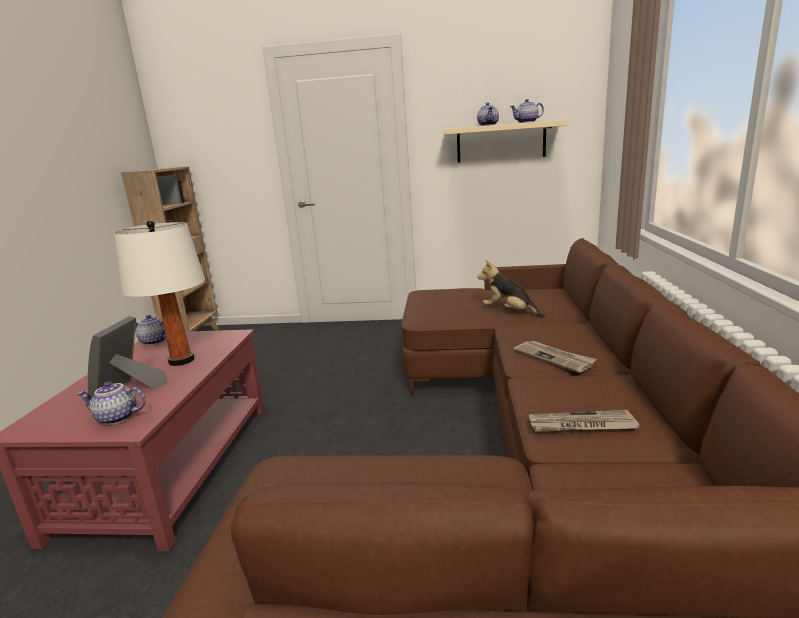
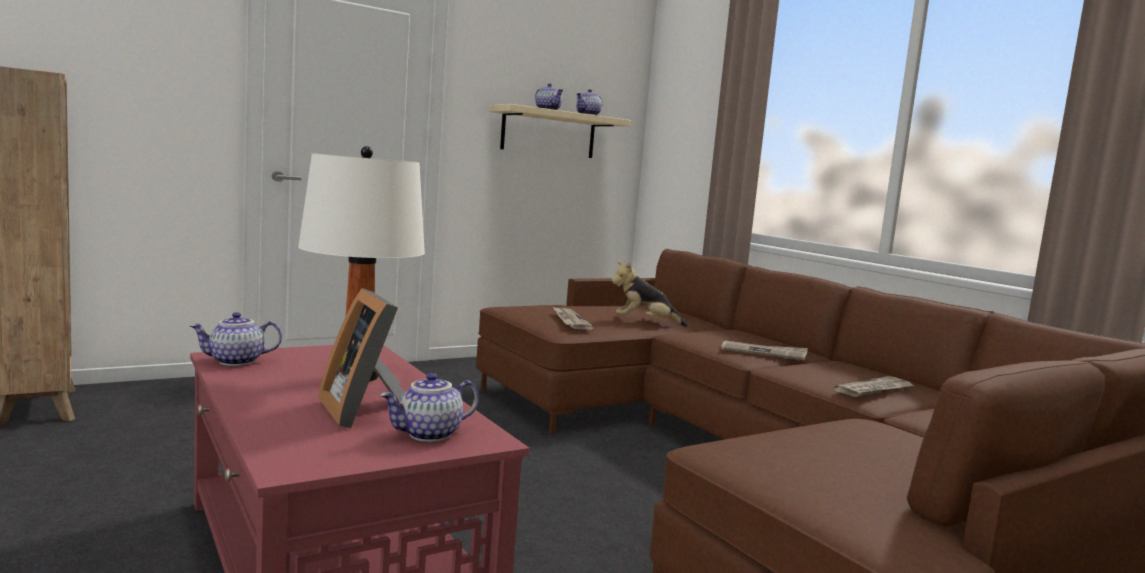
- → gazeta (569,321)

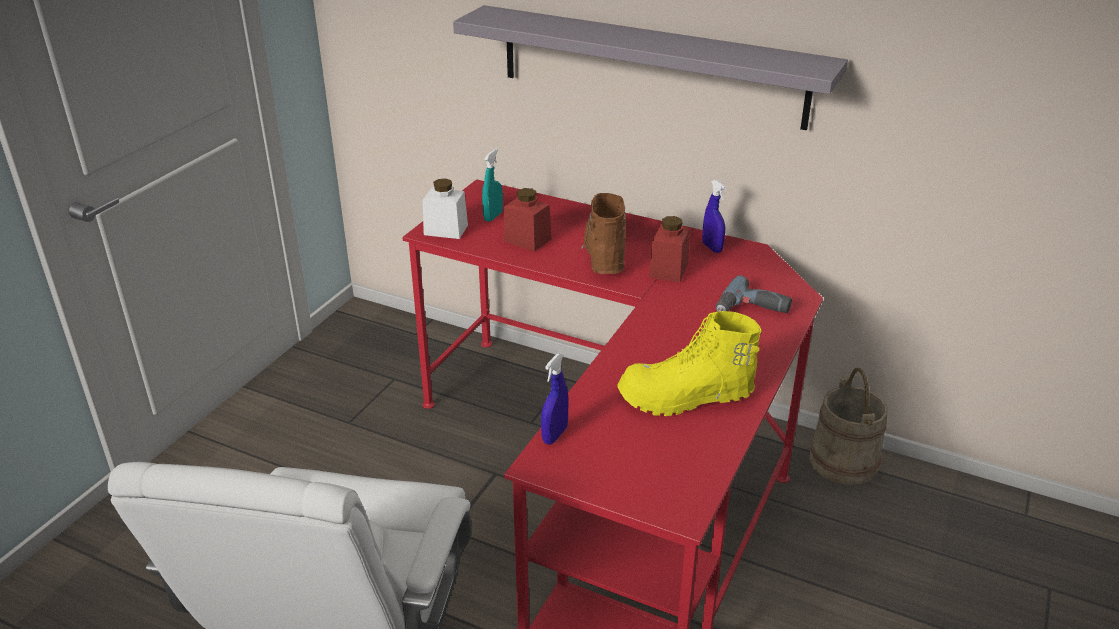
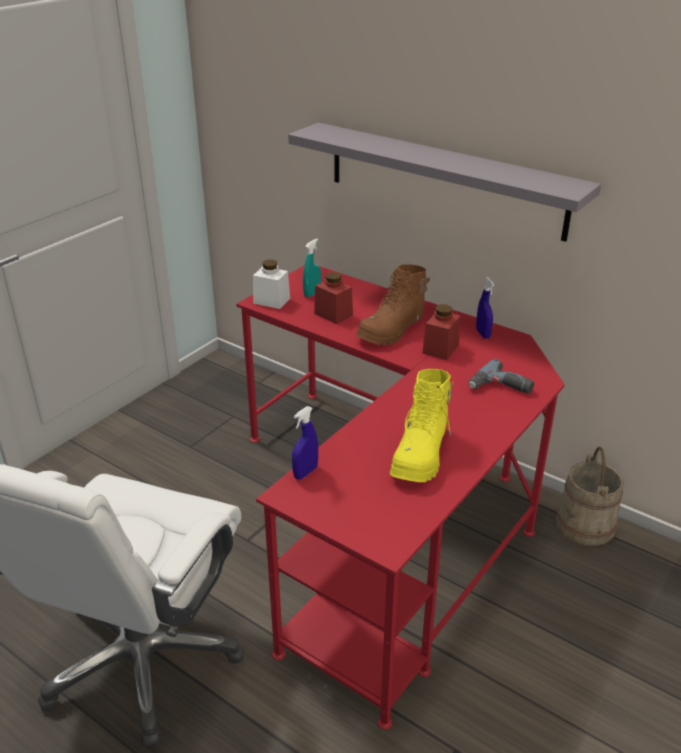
but z cholewką [brązowy] (604,253) → but z cholewką [brązowy] (392,330), 150 degrees counterclockwise
but z cholewką [żółty] (686,398) → but z cholewką [żółty] (421,454), 75 degrees counterclockwise

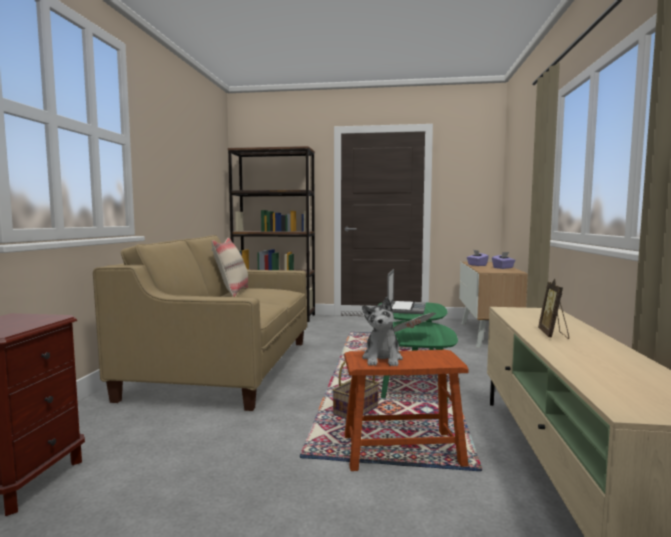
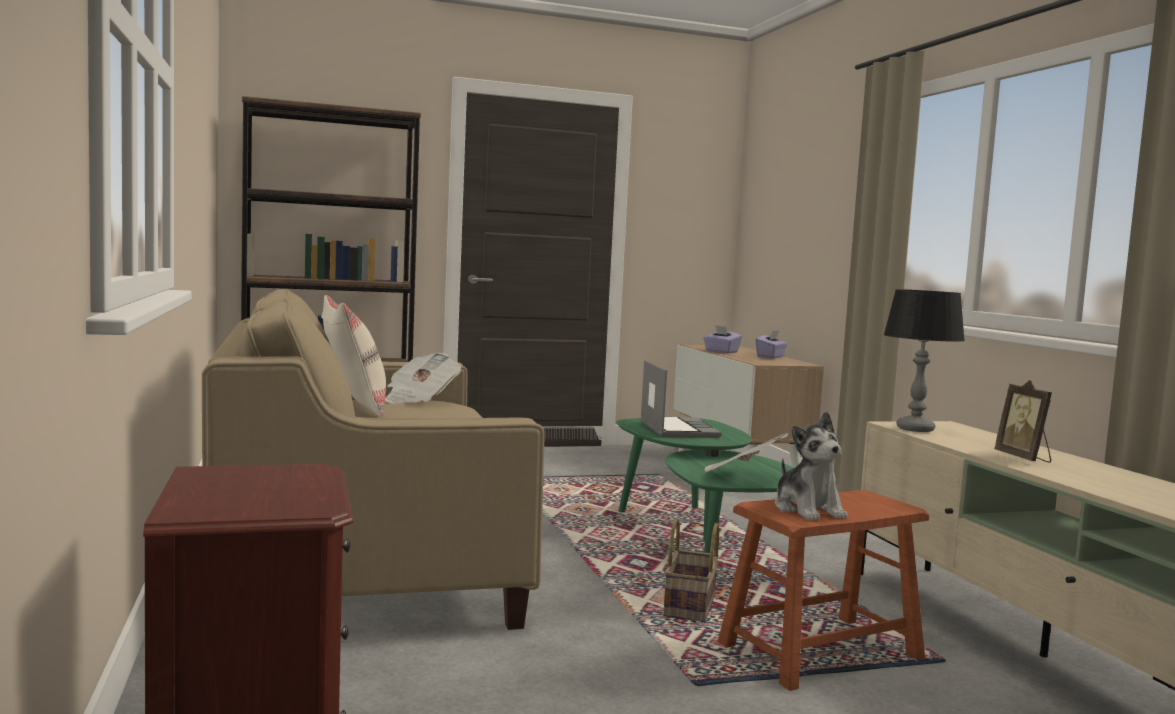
- → gazeta (419,399)
- → lampa stołowa (915,429)

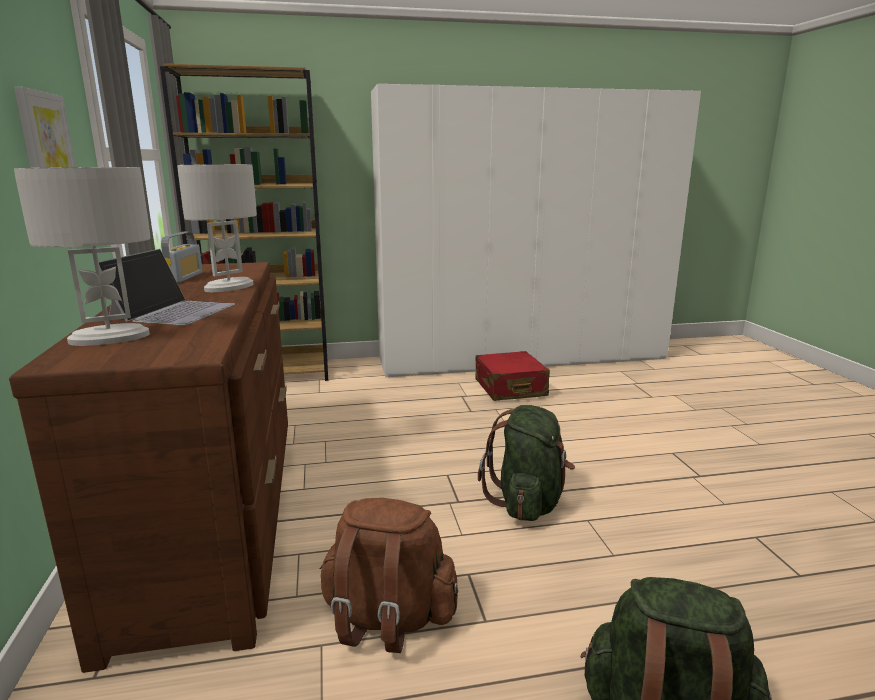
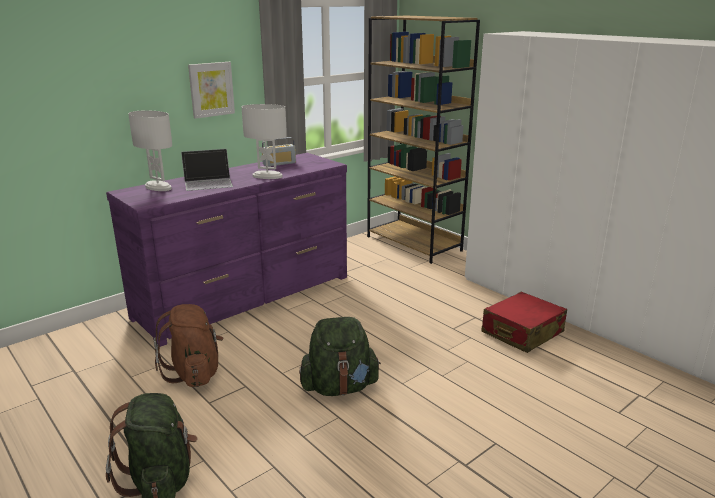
komoda [brązowy] (216,511) → komoda [fioletowy] (246,297)

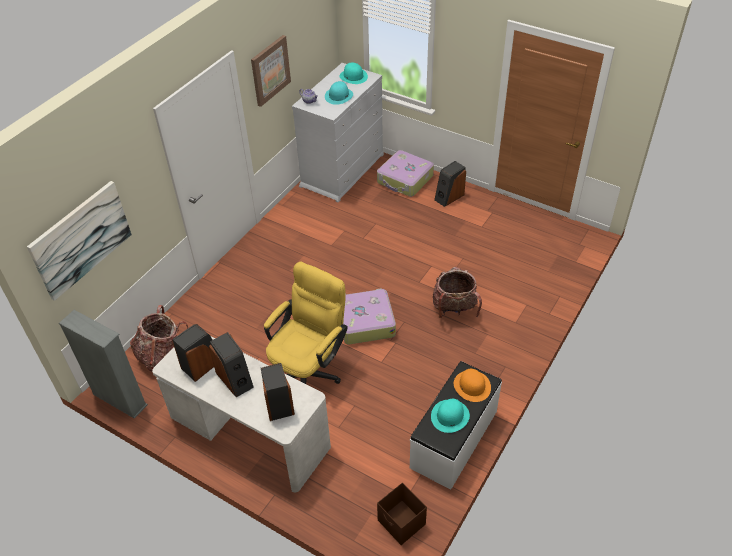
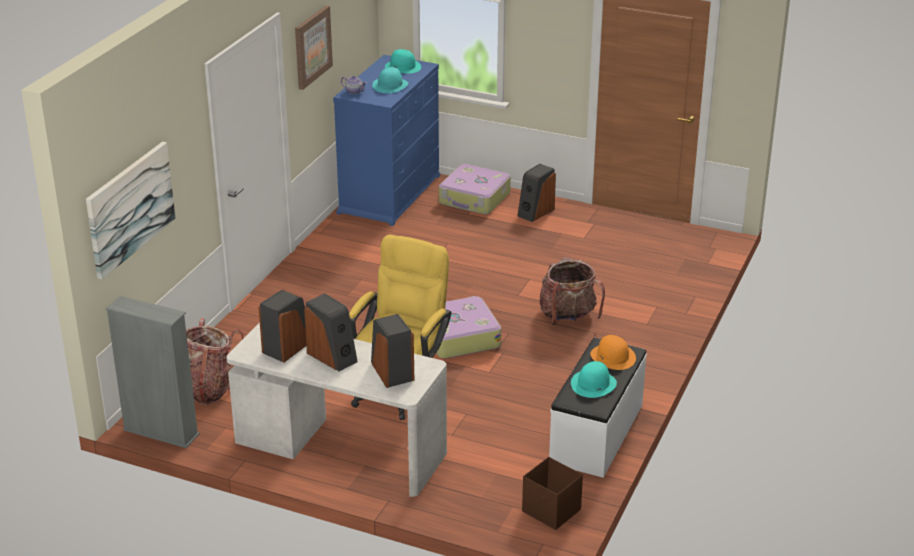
komoda [biały] (342,170) → komoda [niebieski] (389,194)

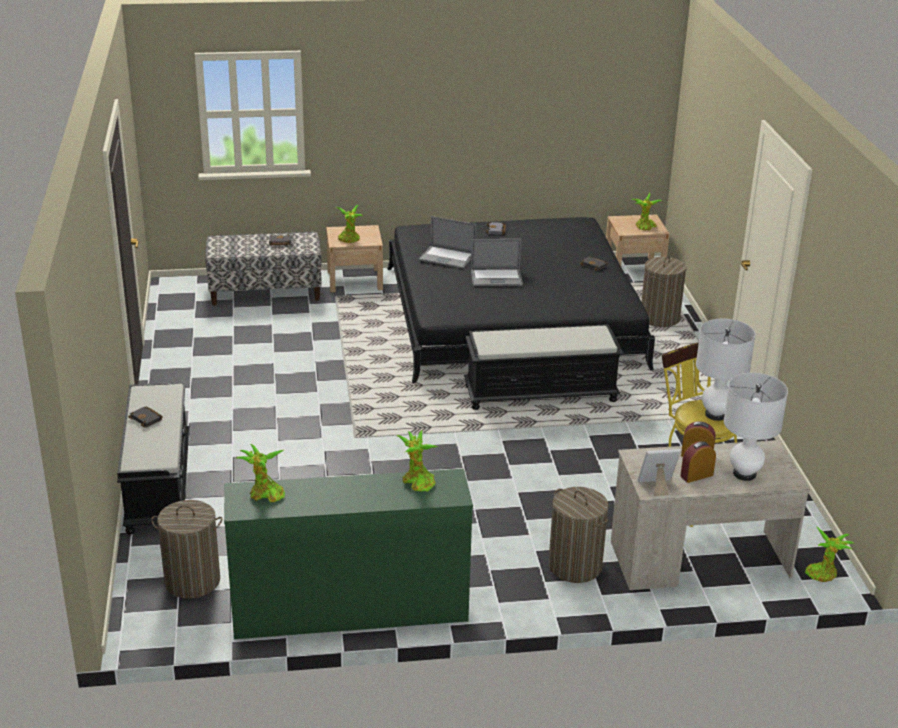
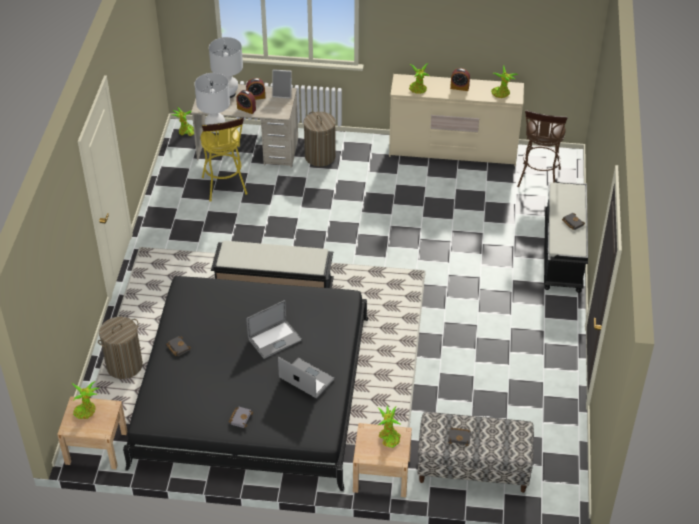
kosz na pranie (192,581) → stołek [brązowy] (538,180)
komoda [zielony] (349,610) → komoda [beżowy] (453,151)
laptop (496,278) → laptop (274,339), 135 degrees clockwise
- → budzik (459,87)

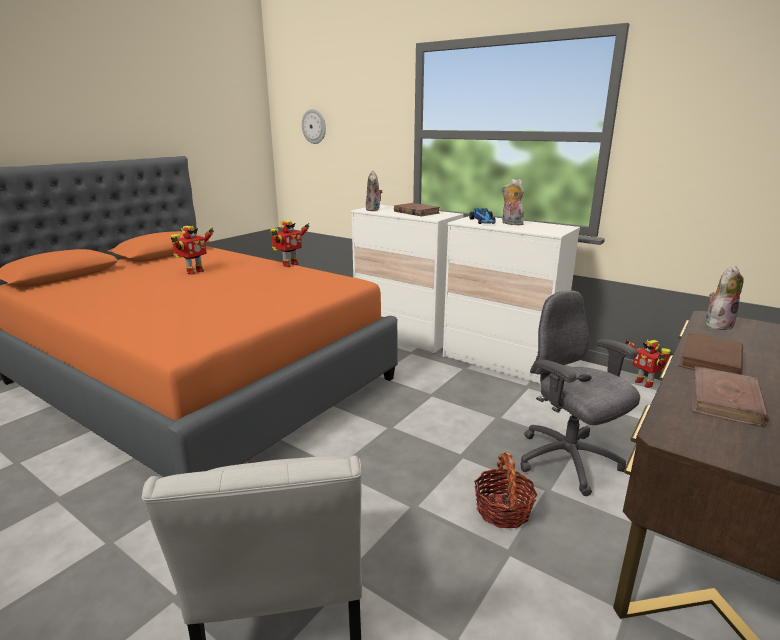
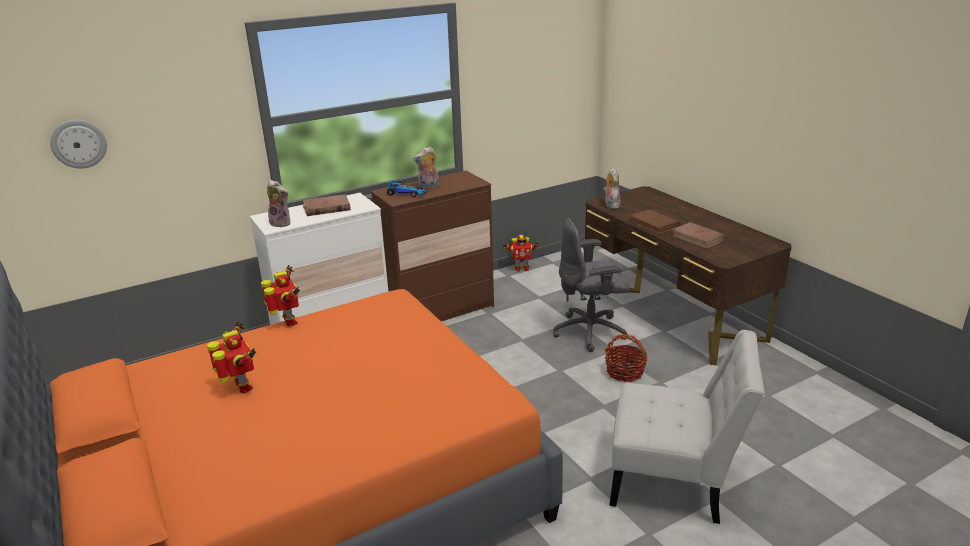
komoda [biały] (500,361) → komoda [brązowy] (439,310)

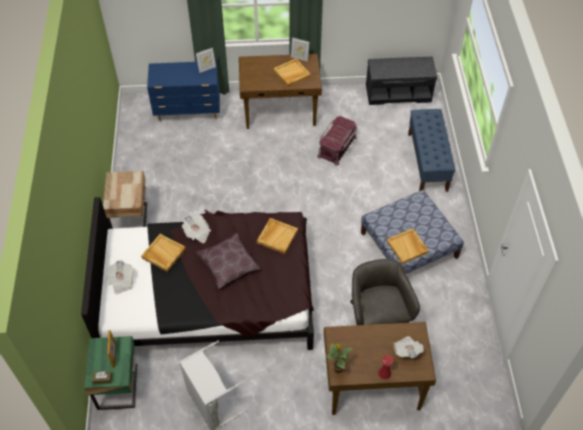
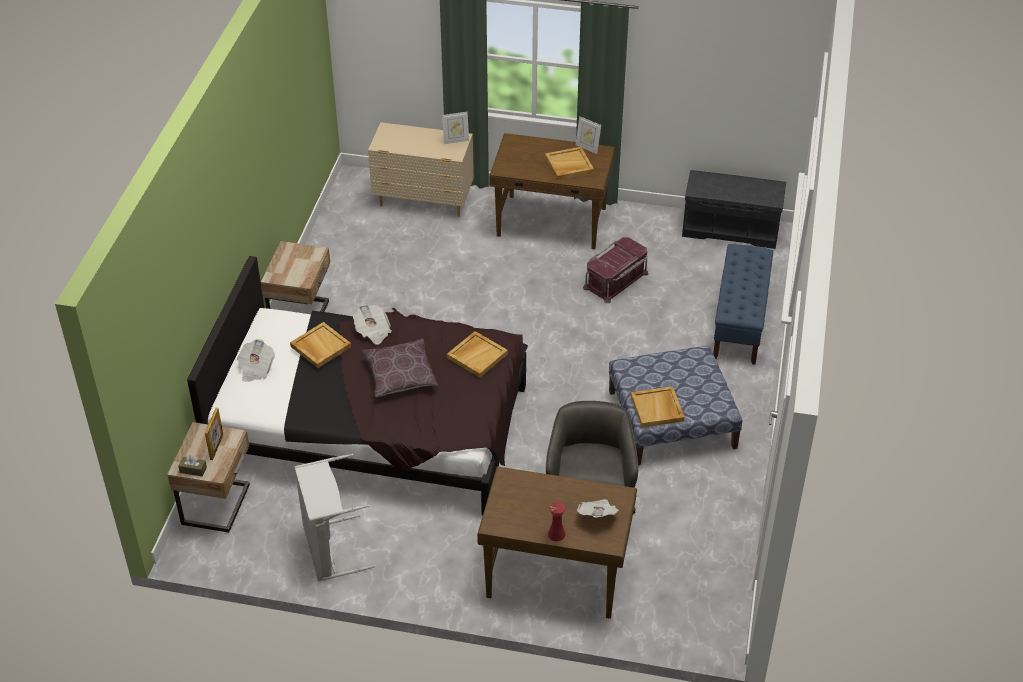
szafka nocna [zielony] (119,386) → szafka nocna [beżowy] (218,505)
komoda [niebieski] (188,112) → komoda [beżowy] (424,202)
roślina doniczkowa (337,369) → -

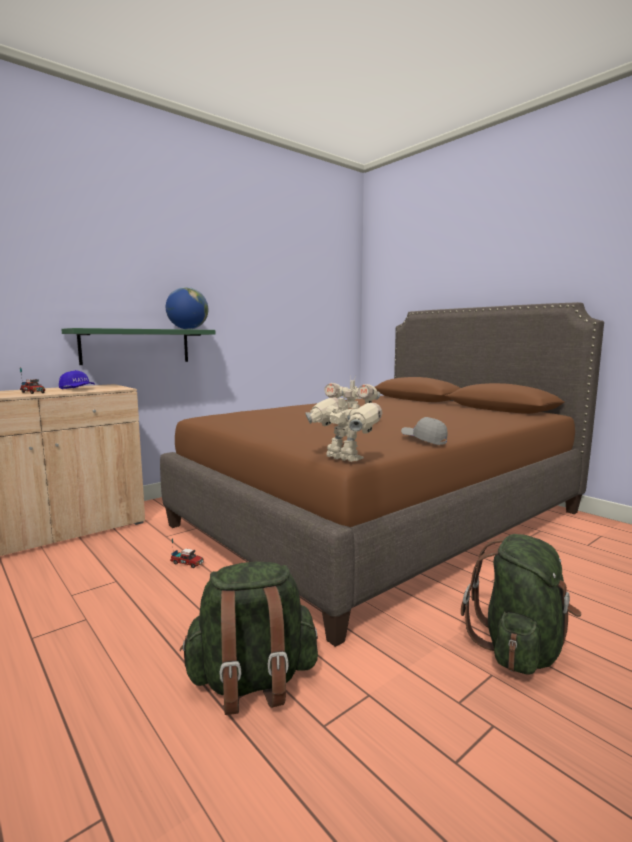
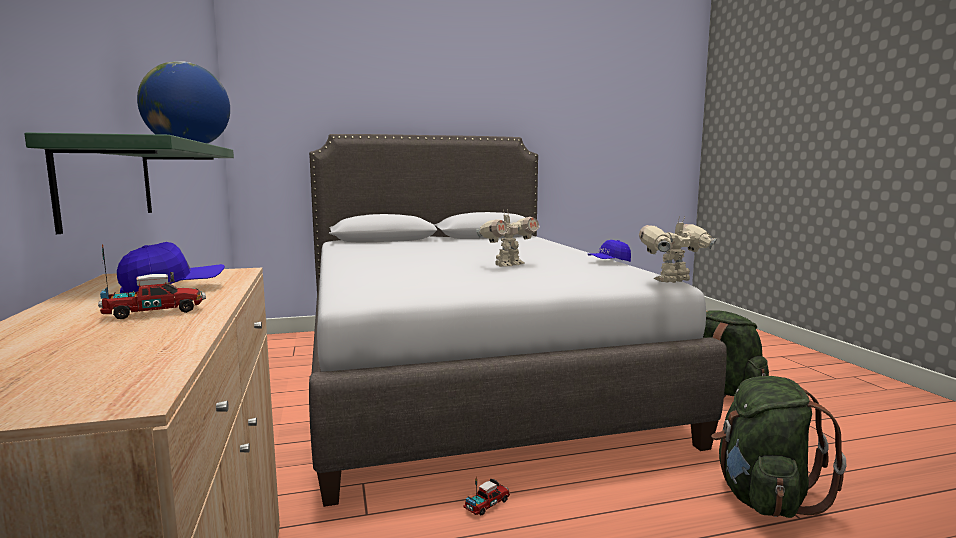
łóżko [brązowy] (380,518) → łóżko [szary] (464,374)
czapka z daszkiem [szary] (424,440) → czapka z daszkiem [niebieski] (609,262)

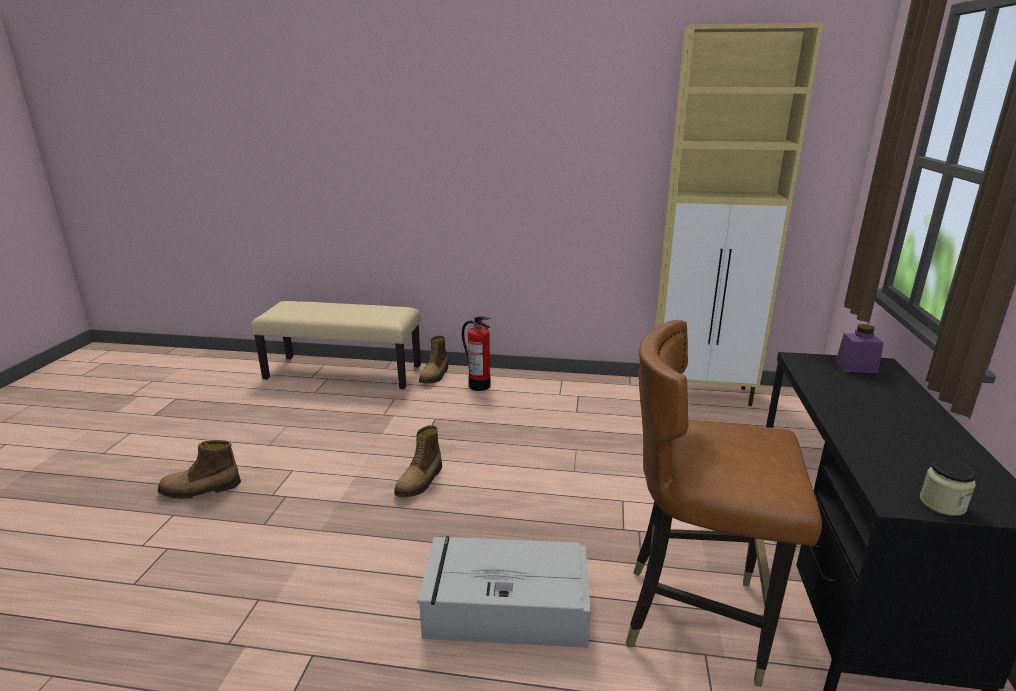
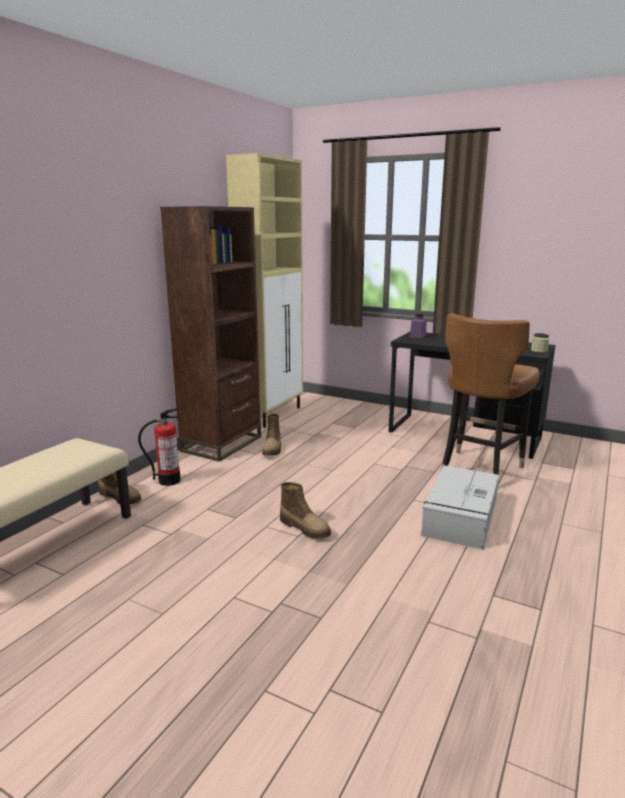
but z cholewką (200,490) → but z cholewką (273,449), moved
- → regał [brązowy] (222,444)

